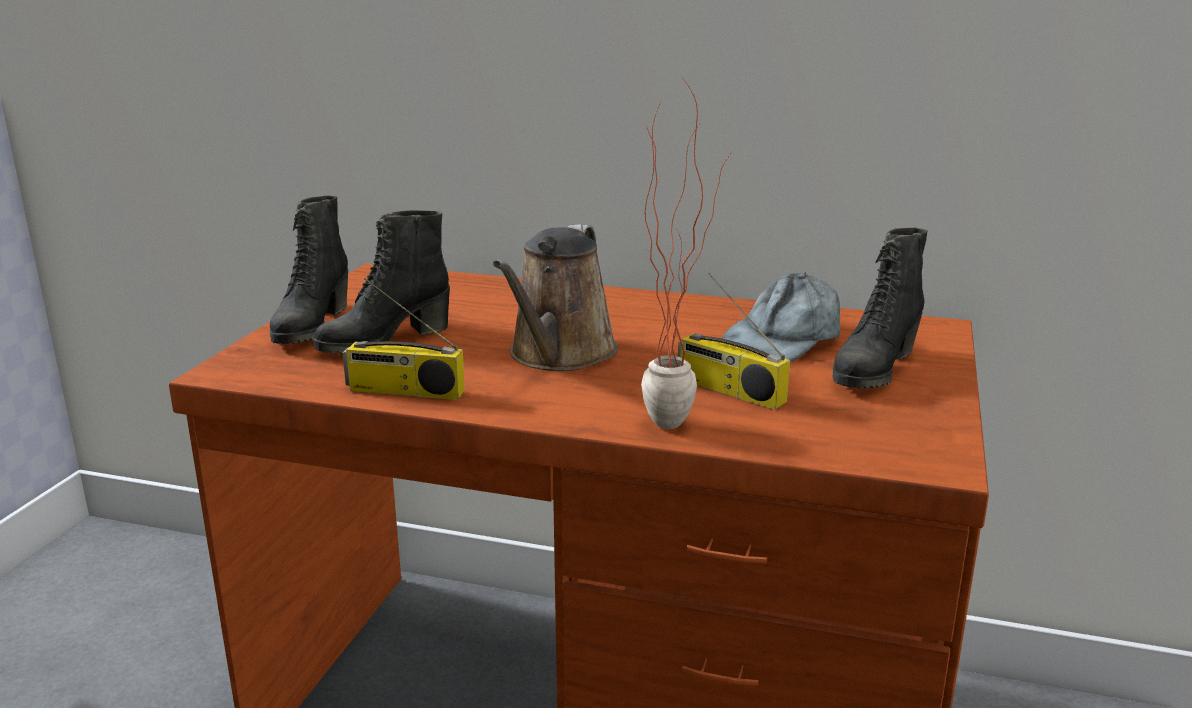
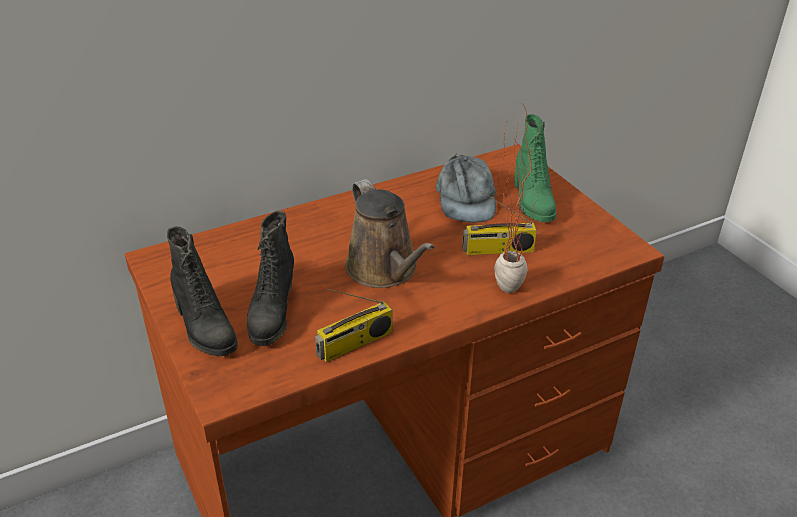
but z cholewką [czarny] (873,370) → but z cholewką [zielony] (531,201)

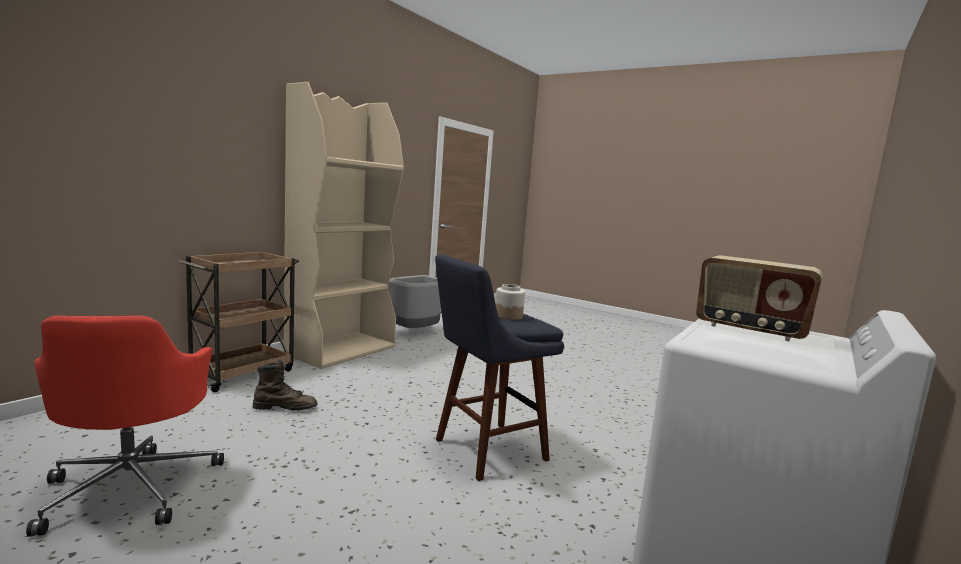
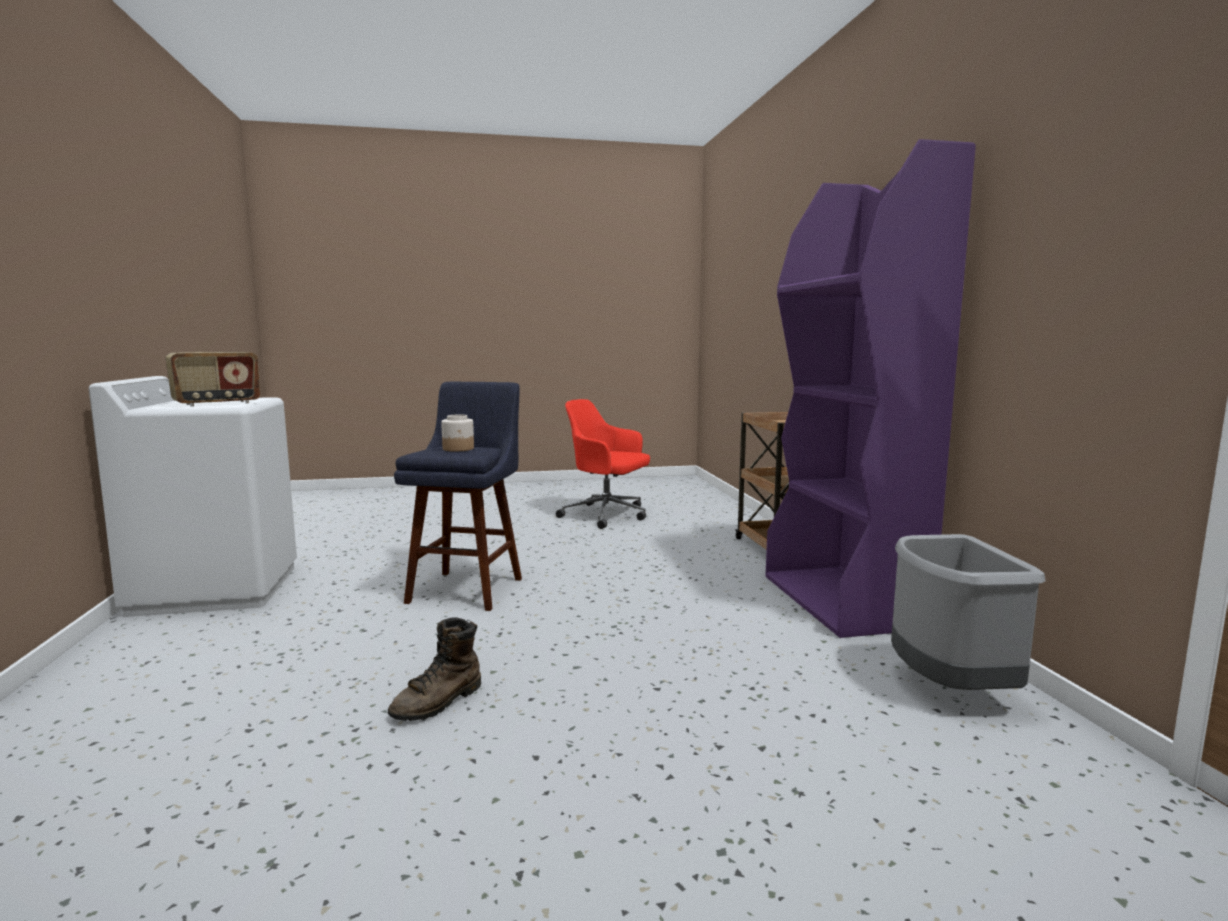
but z cholewką [brązowy] (285,407) → but z cholewką [brązowy] (438,702), moved
regał [beżowy] (342,350) → regał [fioletowy] (842,601)
radio (750,330) → radio (217,404), 150 degrees clockwise

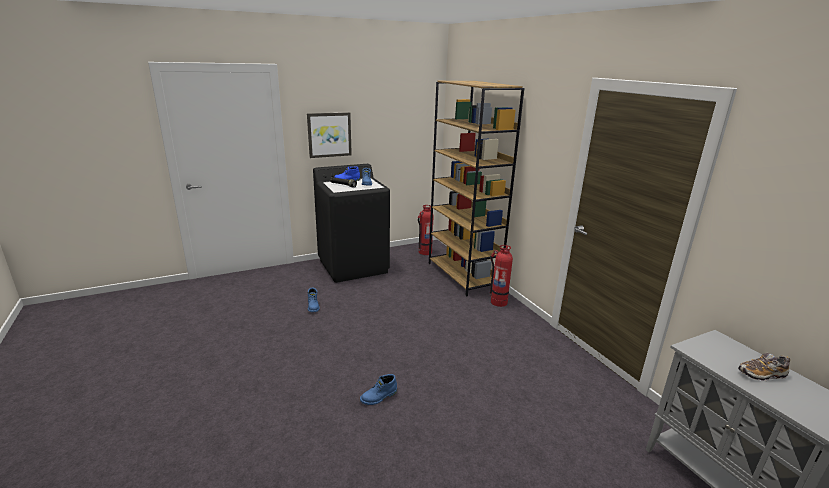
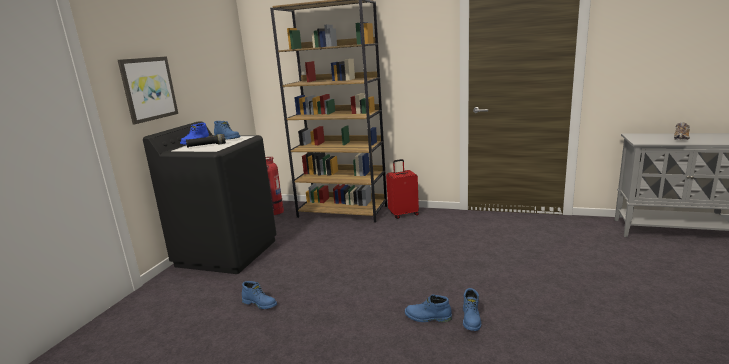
gaśnica (498,302) → walizka [czerwony] (403,214)
- → but z cholewką [niebieski] (427,317)

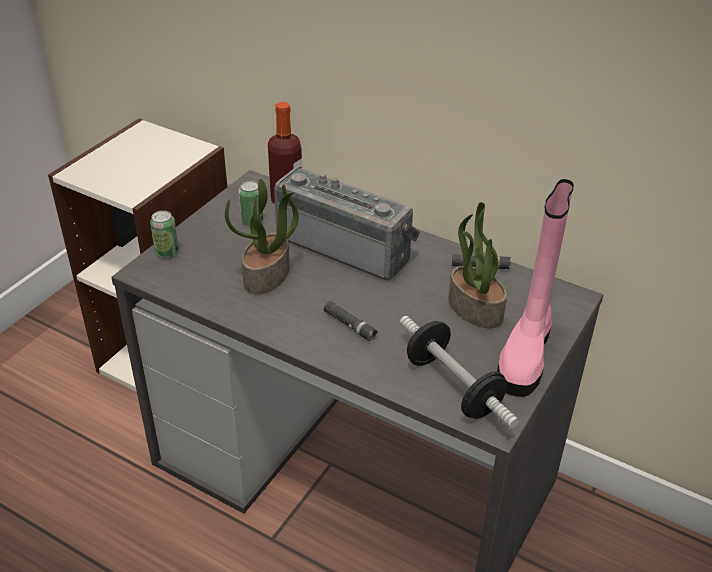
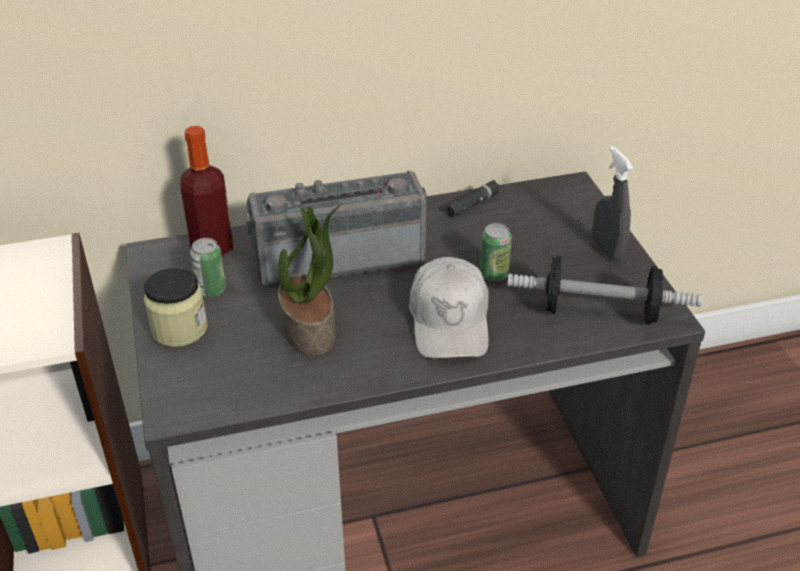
puszka (167,252) → puszka (494,274), moved
latarka [czarny] (350,325) → czapka z daszkiem [biały] (450,321)
roślina doniczkowa (473,309) → -
but z cholewką [różowy] (526,354) → spryskiwacz [szary] (606,250)
- → słoik (179,329)

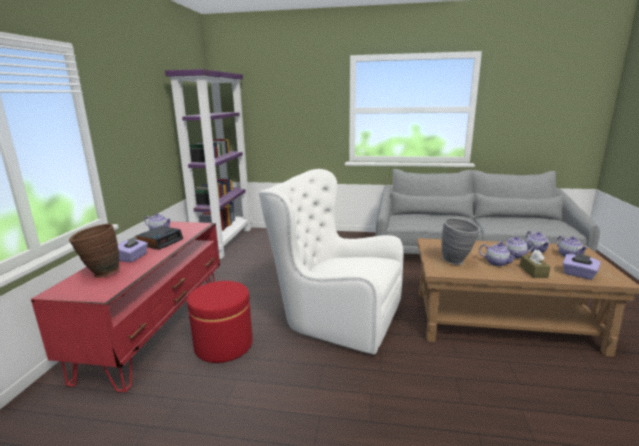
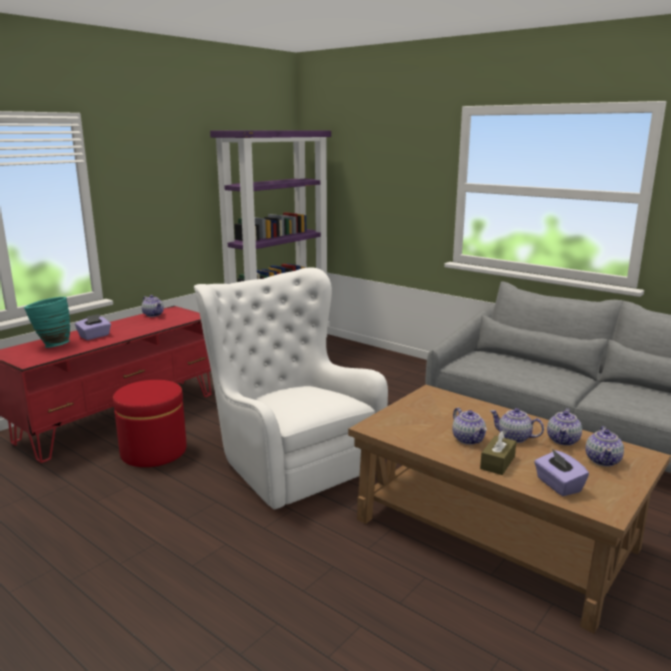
wazon [brązowy] (100,274) → wazon [turkusowy] (52,345)
budzik (160,242) → -
wazon [szary] (458,262) → -

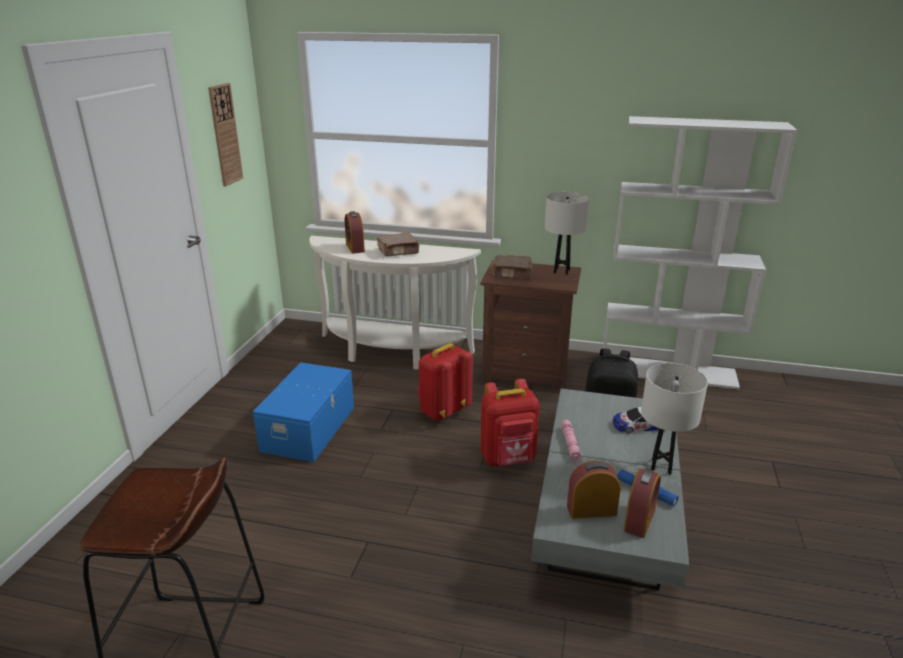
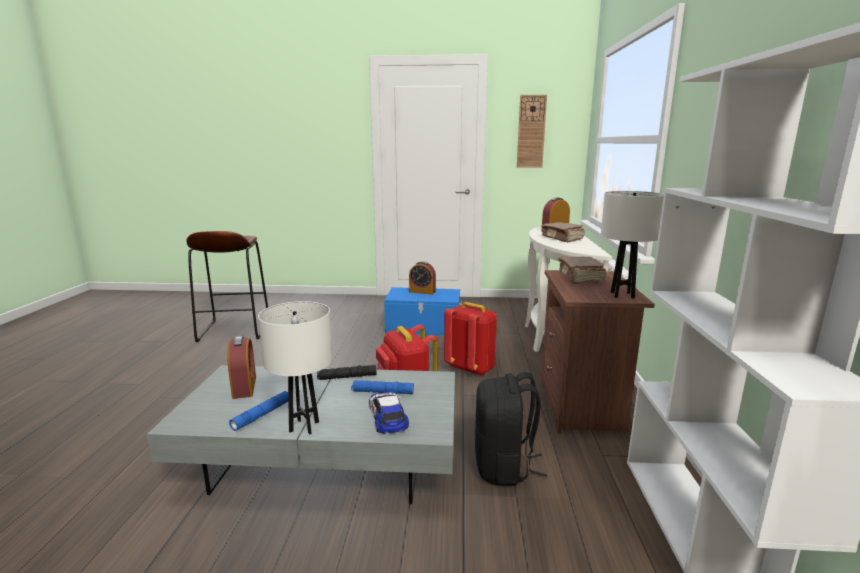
latarka [różowy] (570,444) → latarka [czarny] (347,377)
budzik (639,520) → budzik (422,291), moved
- → latarka [niebieski] (382,392)

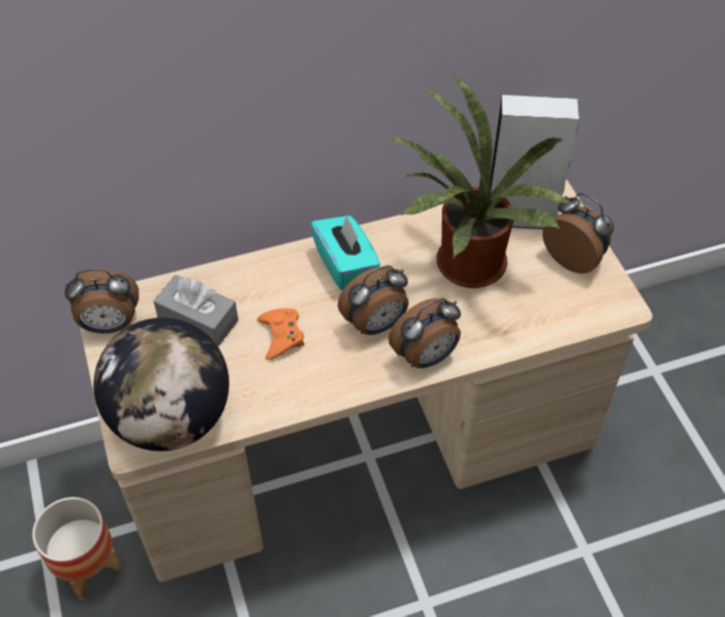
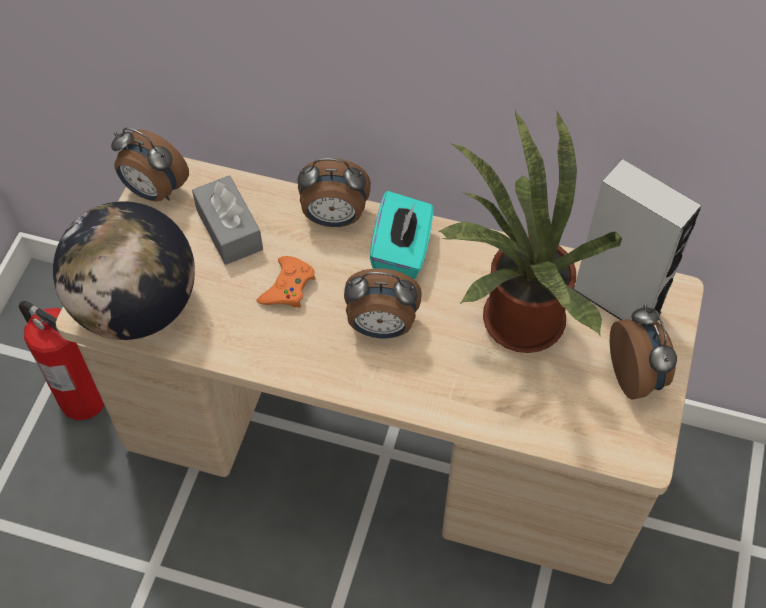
donica (88,567) → gaśnica (82,398)
budzik (426,357) → budzik (334,218), moved

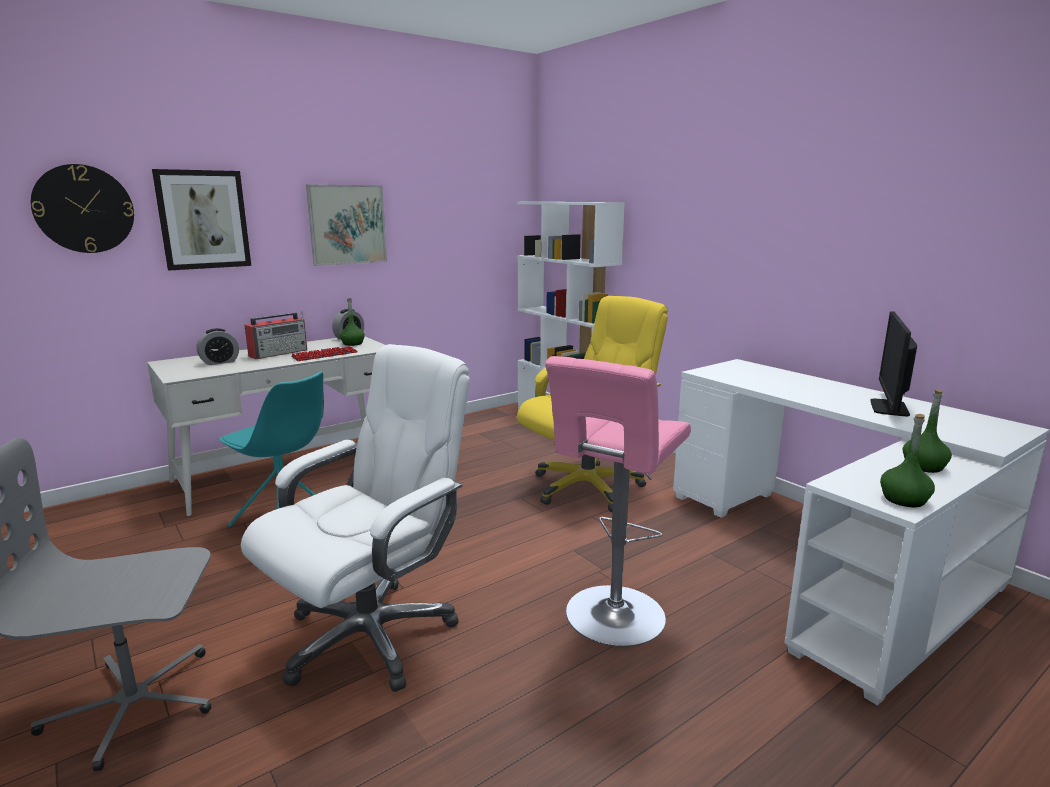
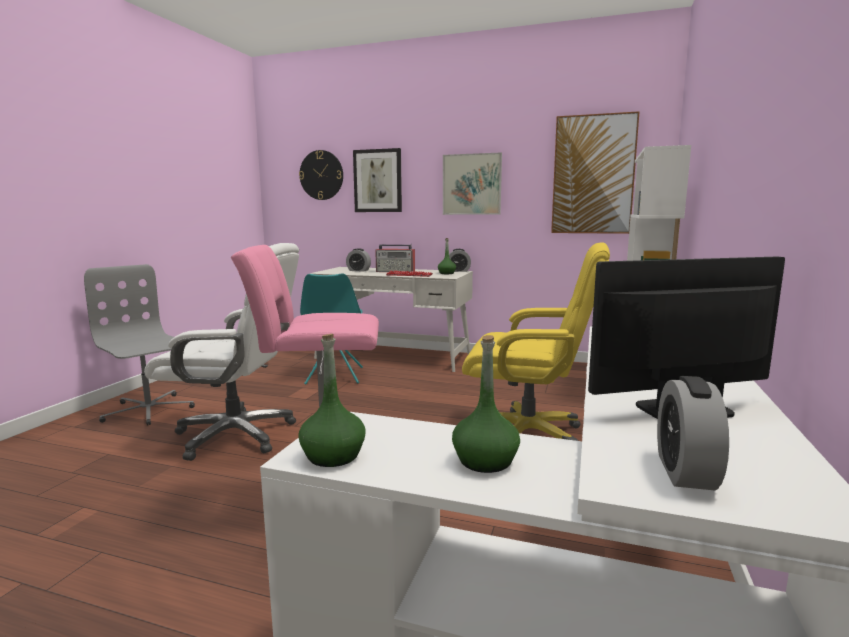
- → obraz (593,175)
- → budzik (685,471)

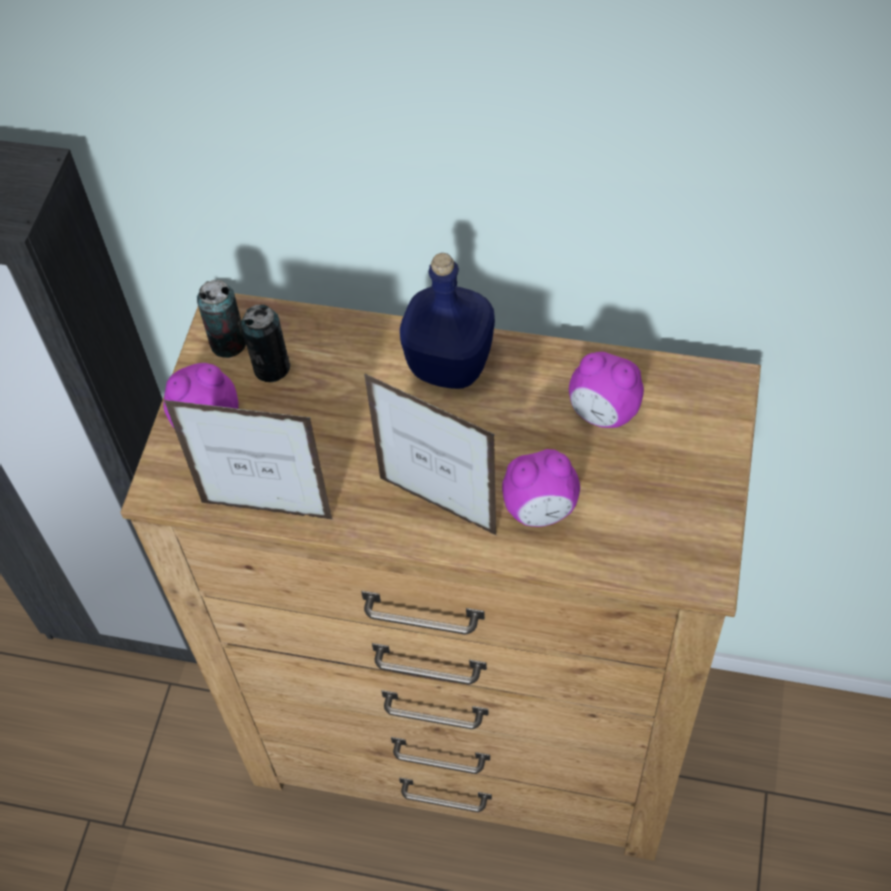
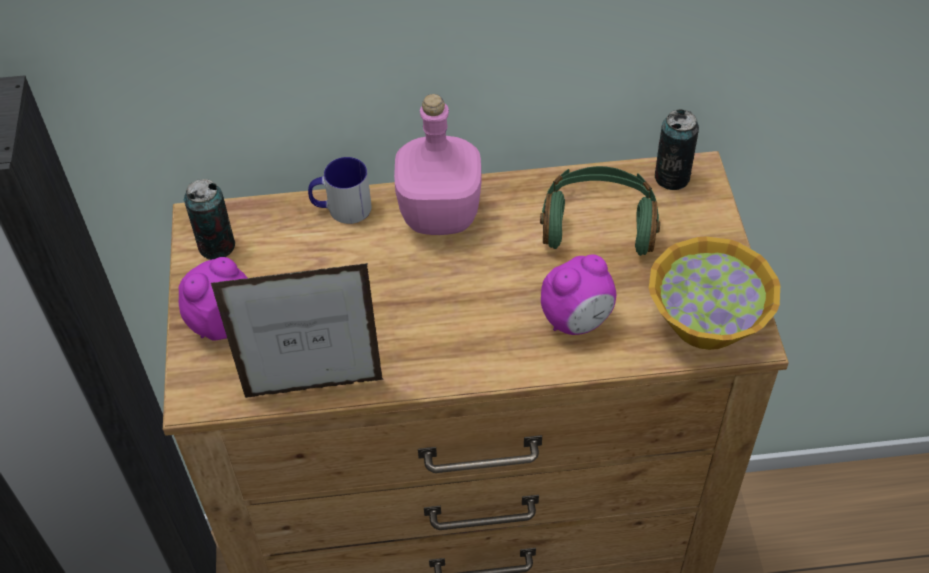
puszka (271,367) → puszka (672,177), moved
ramka na zdjęcie (437,506) → -
butelka [niebieski] (450,363) → butelka [różowy] (439,213)
budzik (603,413) → słuchawki [zielony] (599,223)
- → kubek (341,208)
- → miska (707,320)

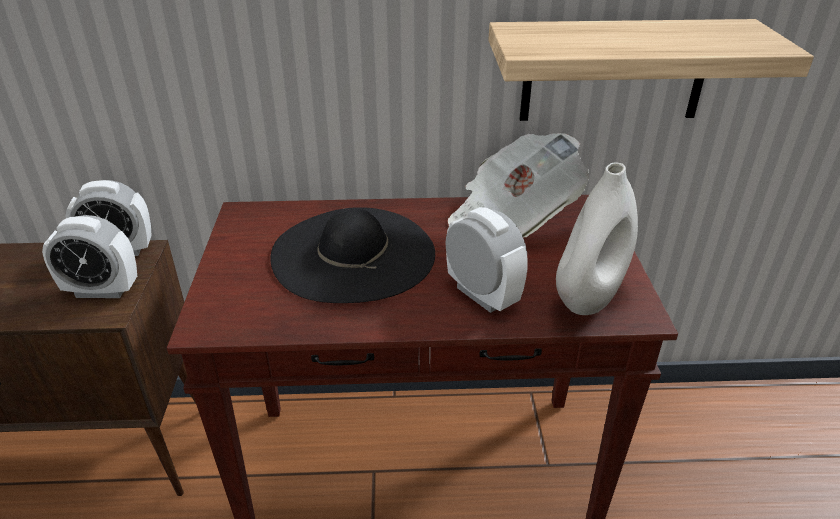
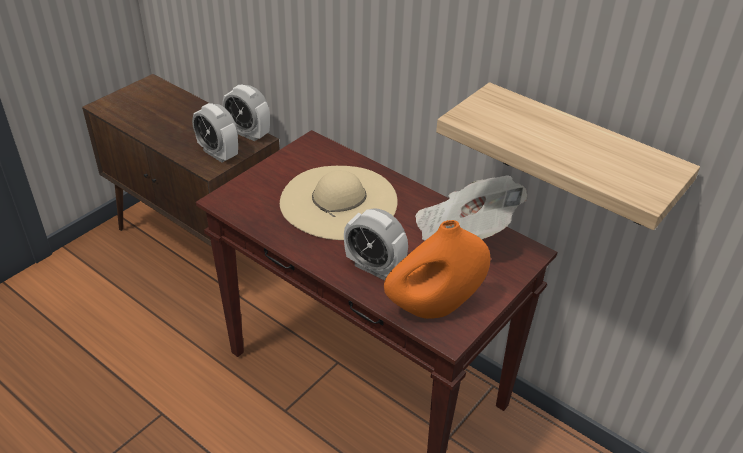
kapelusz [czarny] (353,253) → kapelusz [beżowy] (339,201)
budzik (482,295) → budzik (374,267), 120 degrees clockwise
wazon [biały] (588,297) → wazon [pomarańczowy] (433,307)

